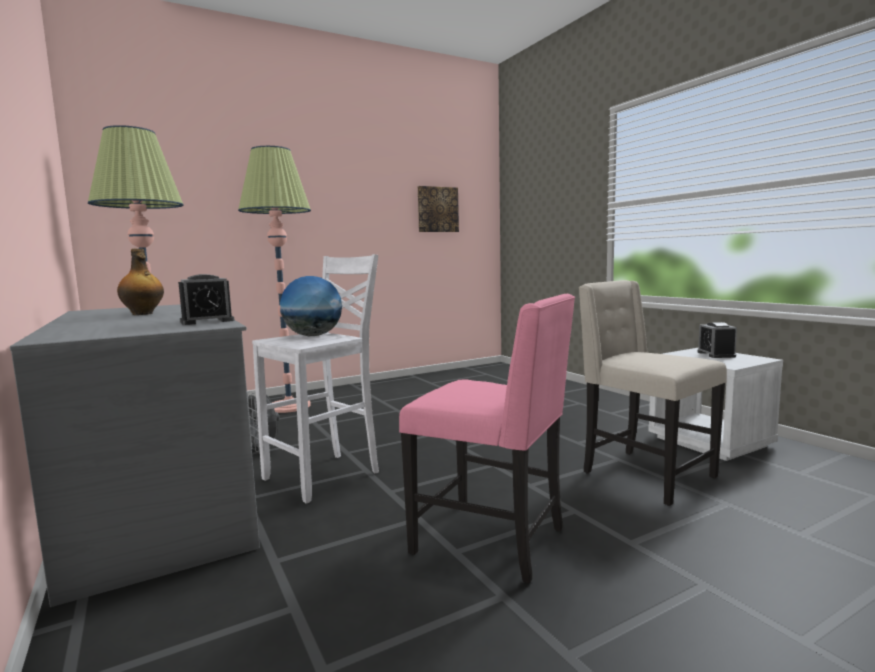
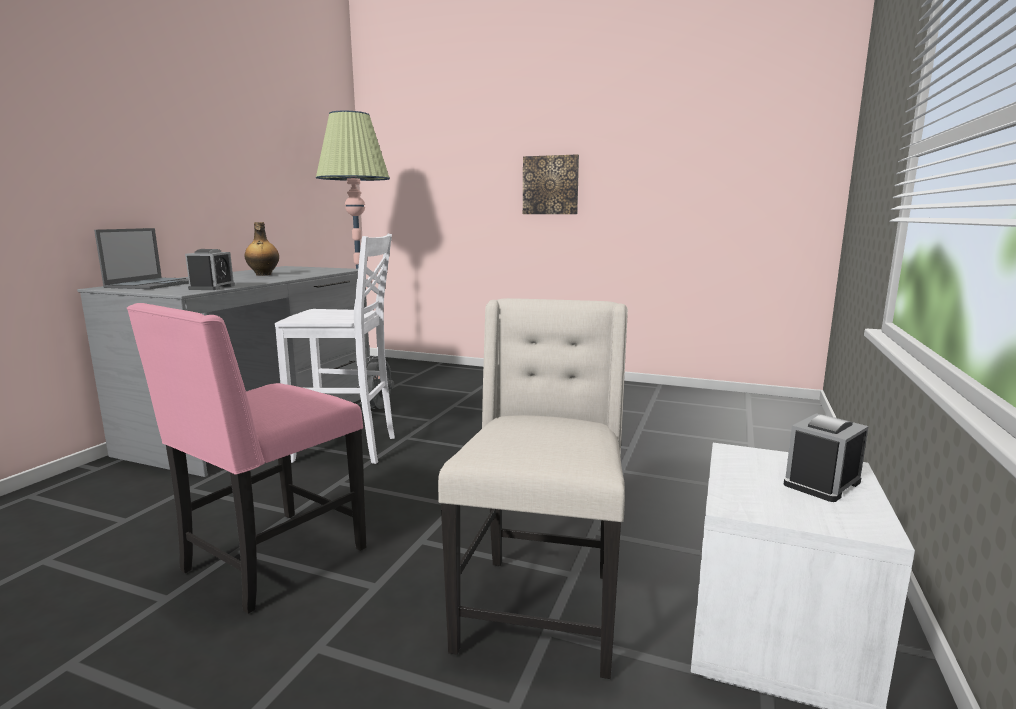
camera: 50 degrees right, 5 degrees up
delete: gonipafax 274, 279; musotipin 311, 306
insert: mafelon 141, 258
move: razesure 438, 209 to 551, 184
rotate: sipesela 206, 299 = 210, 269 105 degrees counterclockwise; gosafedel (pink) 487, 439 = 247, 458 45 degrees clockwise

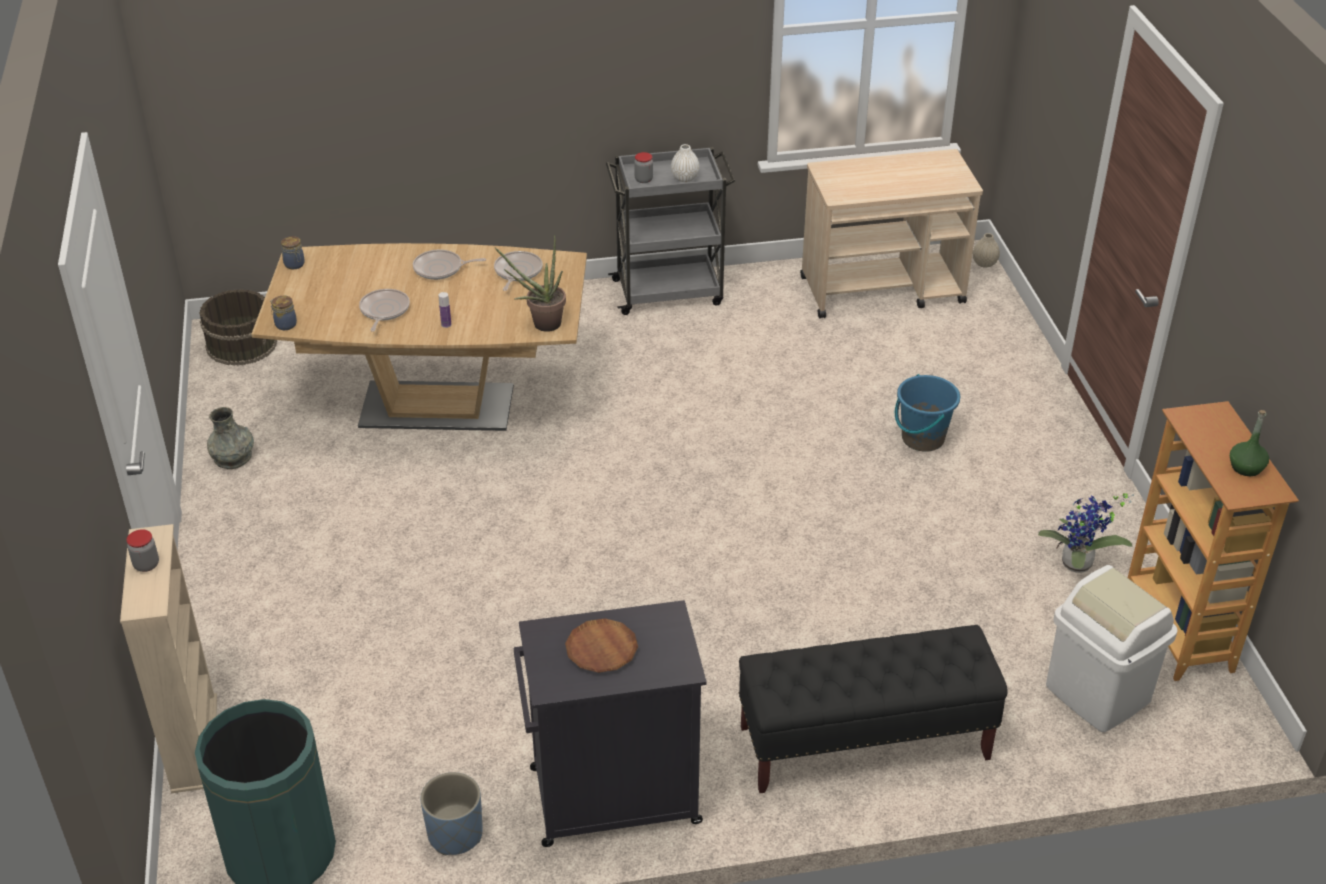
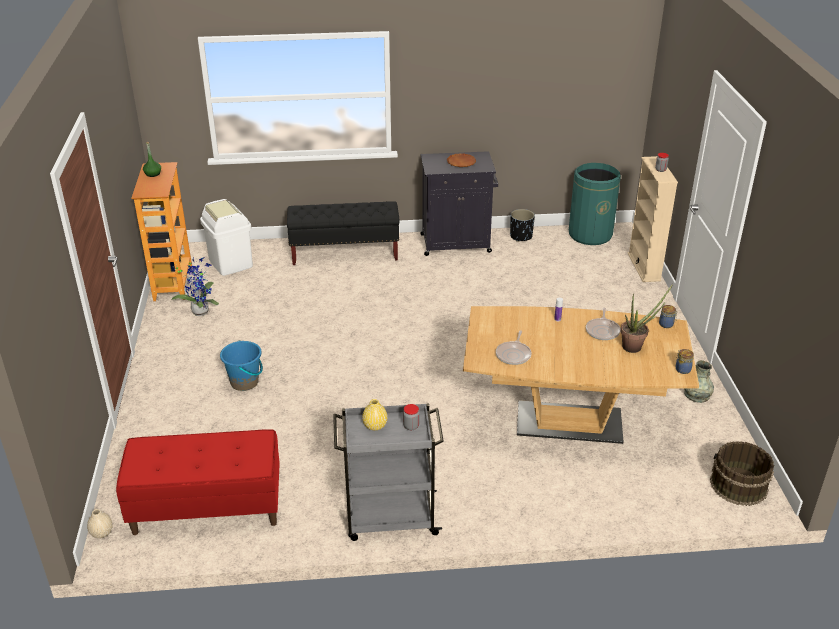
camera: 175 degrees left, 5 degrees down
delete: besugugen 449, 265
move: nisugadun 530, 283 to 646, 318
replace: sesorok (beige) 891, 234 to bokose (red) 198, 482
recolor: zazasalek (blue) 451, 813 to zazasalek (black) 522, 225; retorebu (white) 685, 163 to retorebu (yellow) 375, 415

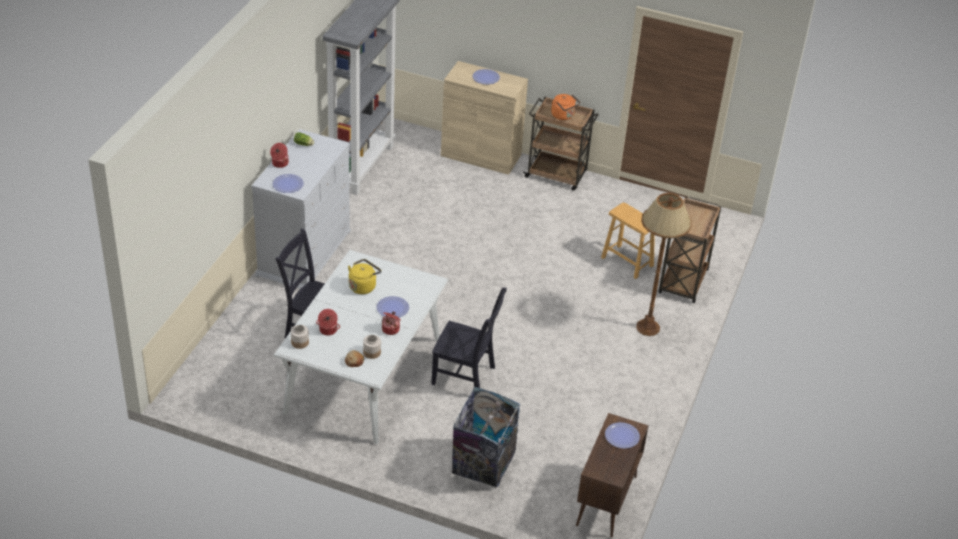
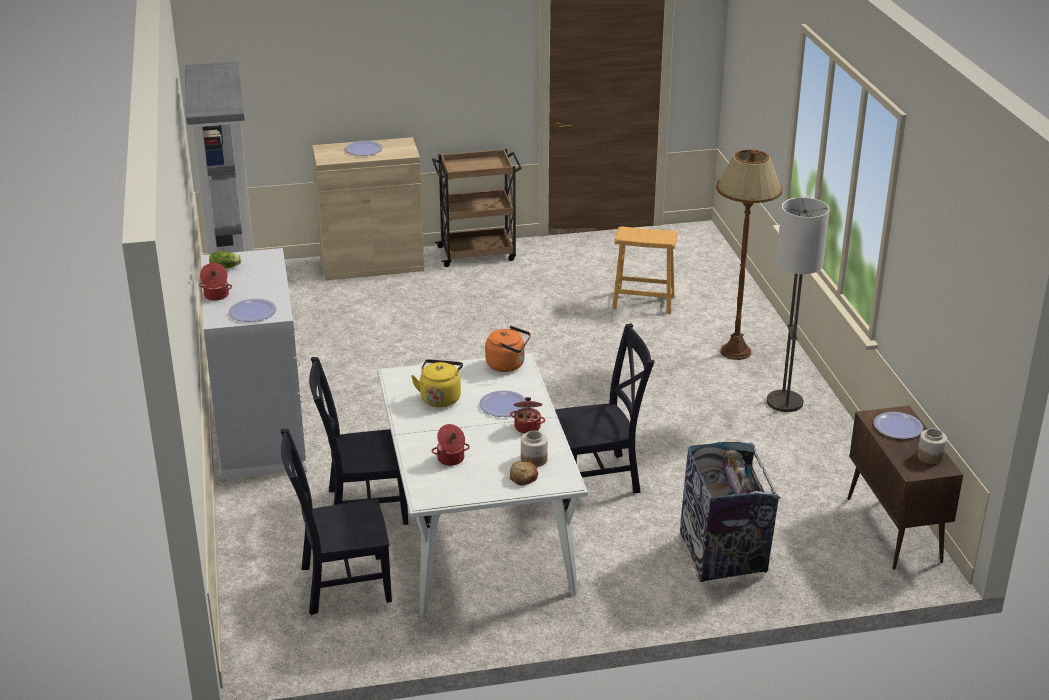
camera: 30 degrees left, 10 degrees down
delete: sesorok (brown) 690, 249
insert: gosafedel (black) 336, 522; gonipafax 798, 304
move: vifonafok 300, 337 to 932, 446; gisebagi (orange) 565, 107 to 508, 349

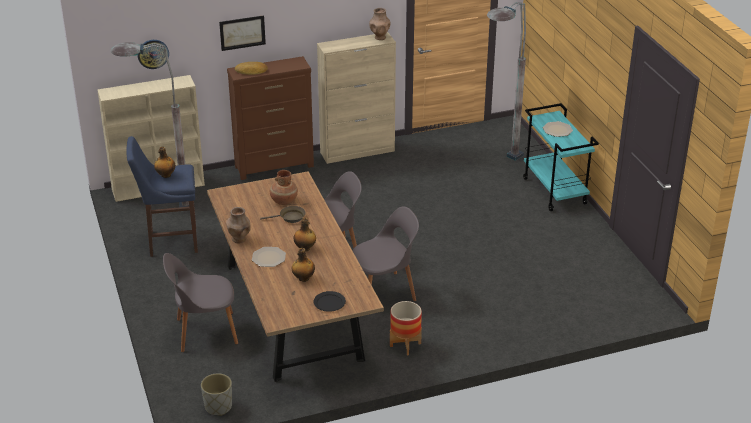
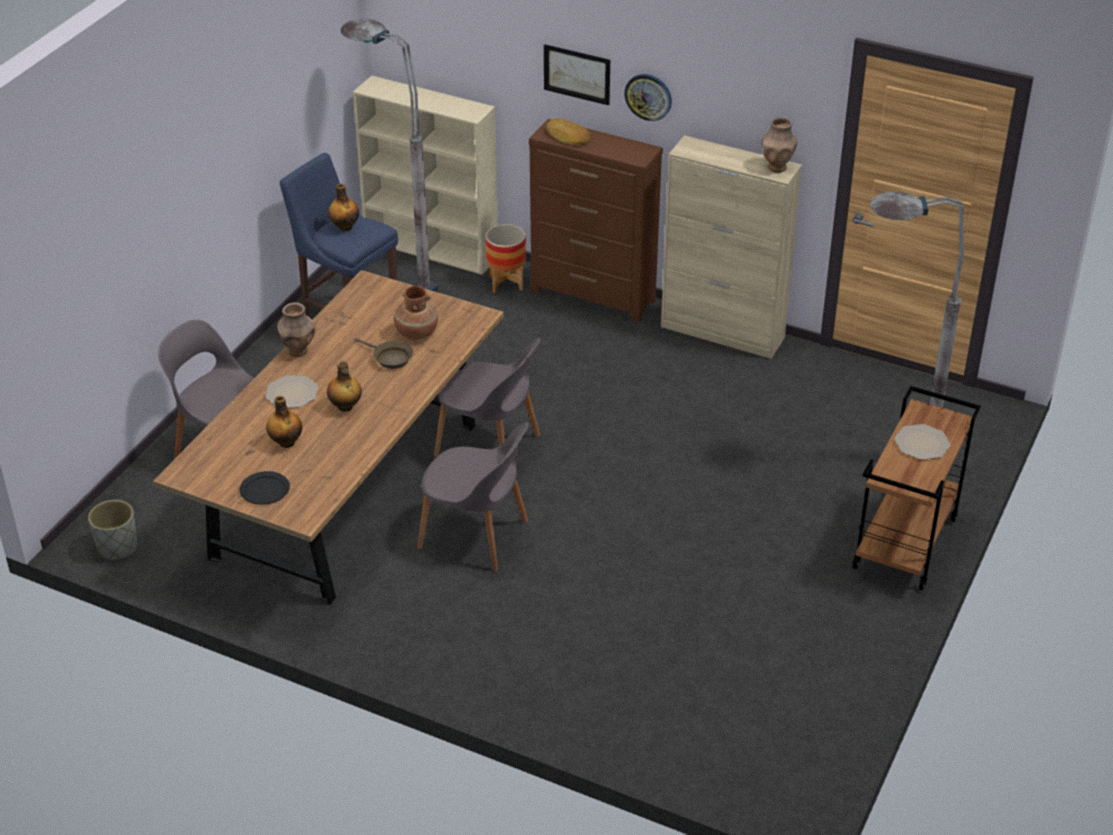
camera: 45 degrees right, 5 degrees up
move: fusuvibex 153, 54 to 648, 97; zazasalek 406, 328 to 505, 258
recolor: sesorok (turquoise) 561, 157 to sesorok (brown) 916, 488

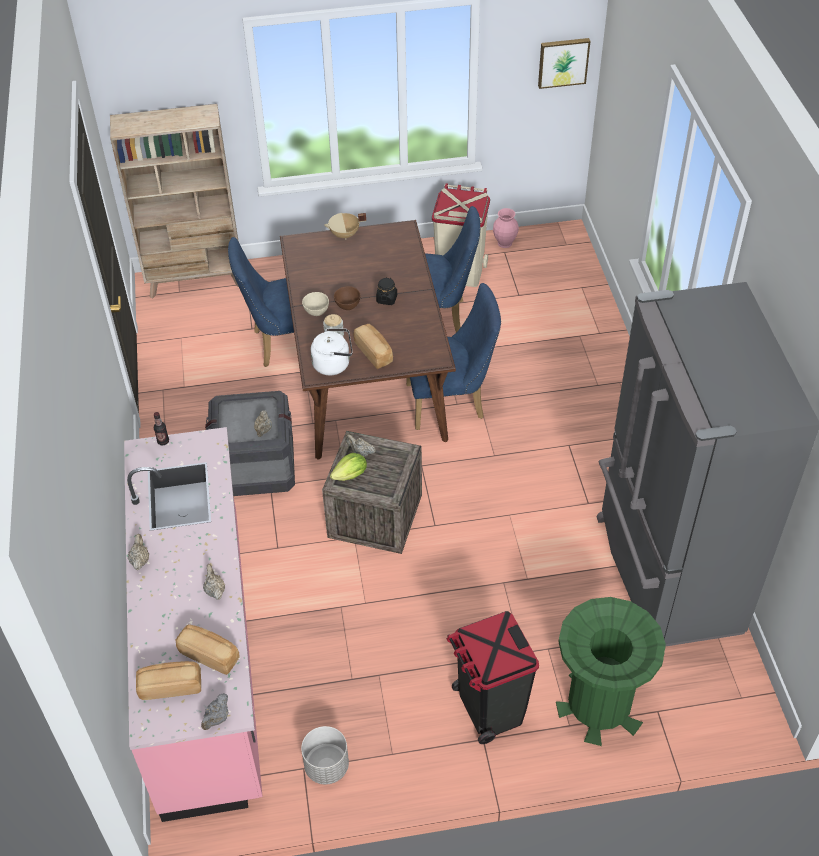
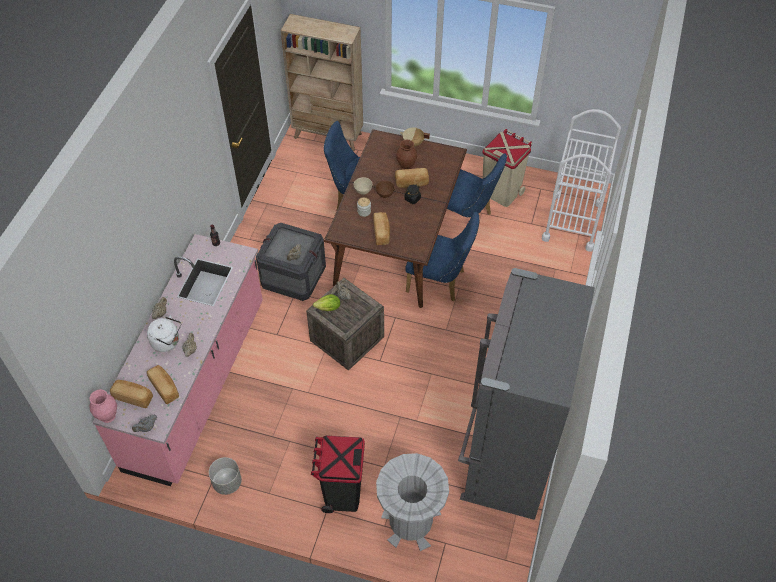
camera: 25 degrees right, 5 degrees up
delete: razesure 564, 63
insert: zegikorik 412, 178; retorebu (brown) 406, 155; sesorok (white) 581, 180
move: gisebagi (white) 332, 351 to 164, 333; retorebu (pink) 506, 228 to 103, 406
recolor: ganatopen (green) 611, 671 to ganatopen (grey) 412, 502

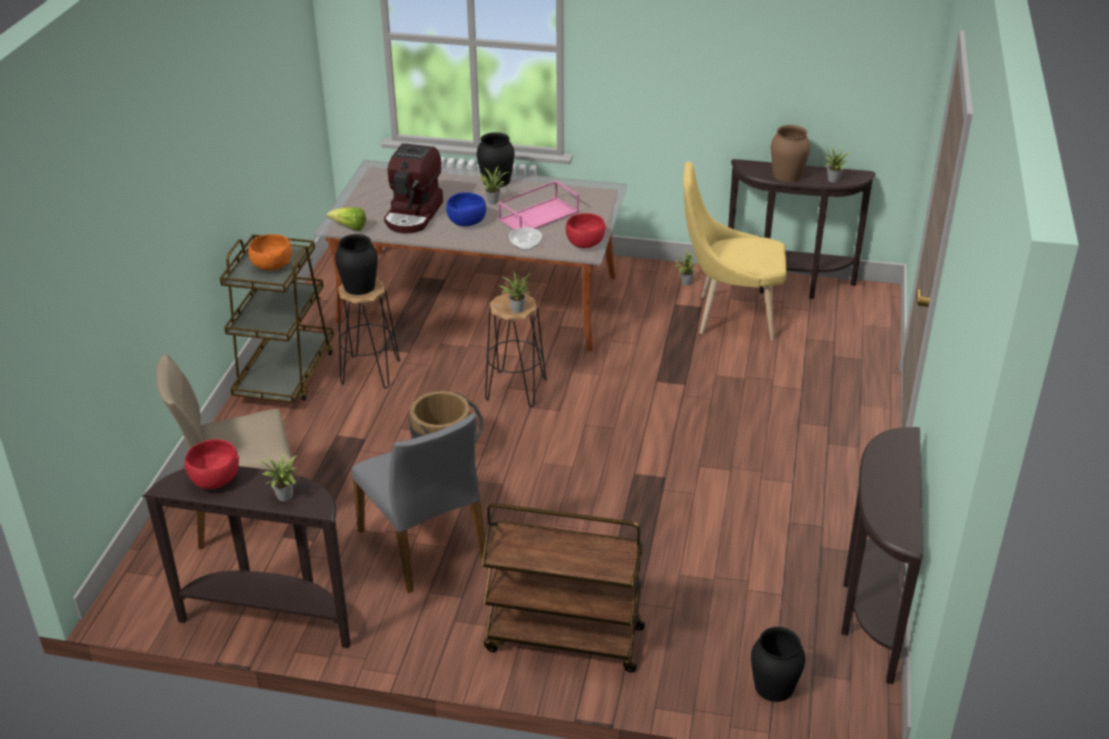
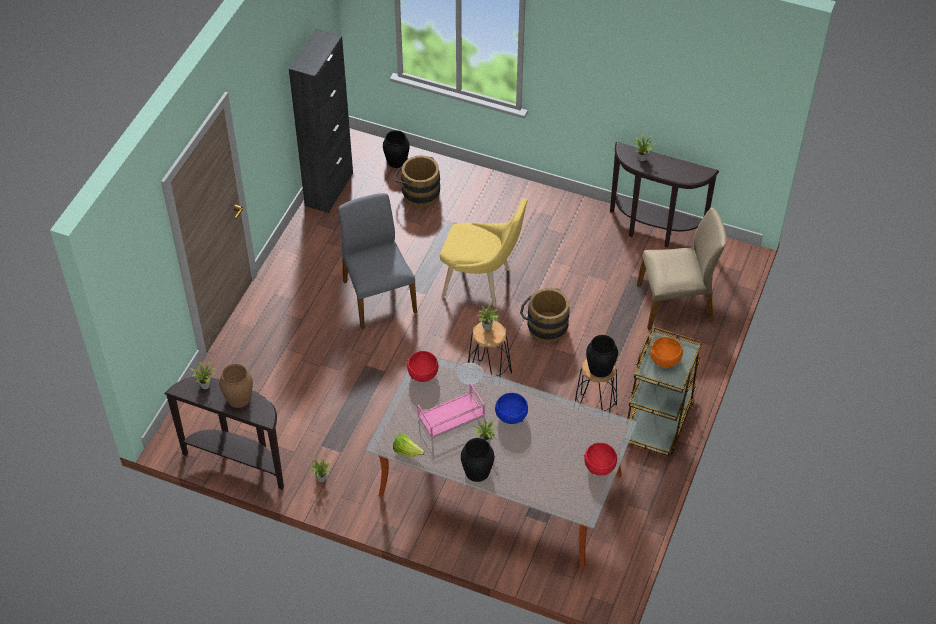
camera: 170 degrees left, 15 degrees up
delete: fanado 413, 188; sesorok (brown) 563, 588
insert: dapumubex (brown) 417, 181
move: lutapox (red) 212, 464 to 600, 459; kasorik 346, 219 to 409, 445; gosafedel (grey) 419, 503 to 377, 261; gosafedel (yellow) 735, 251 to 483, 252
replace: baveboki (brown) 882, 555 to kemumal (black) 321, 121

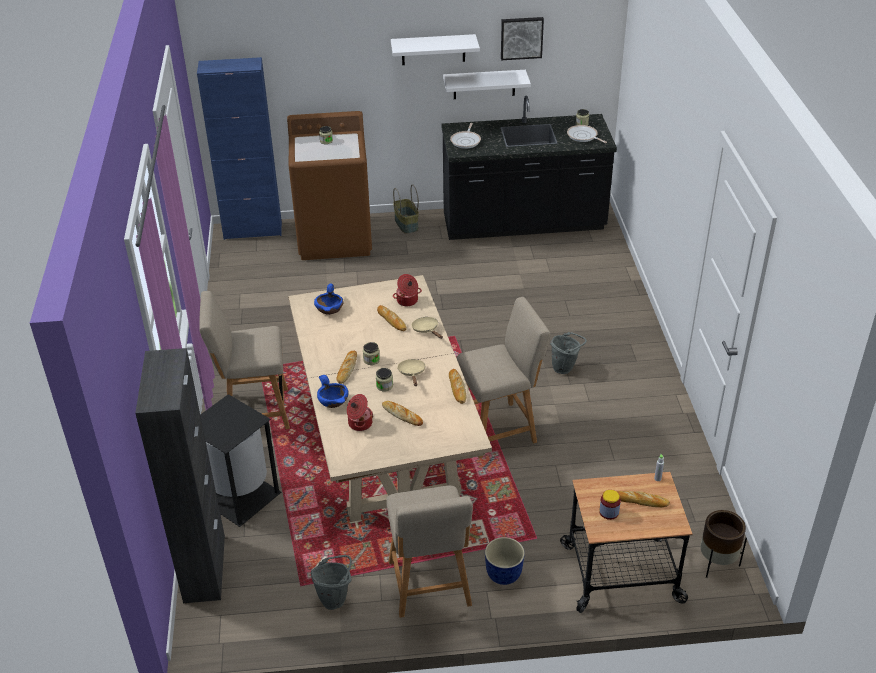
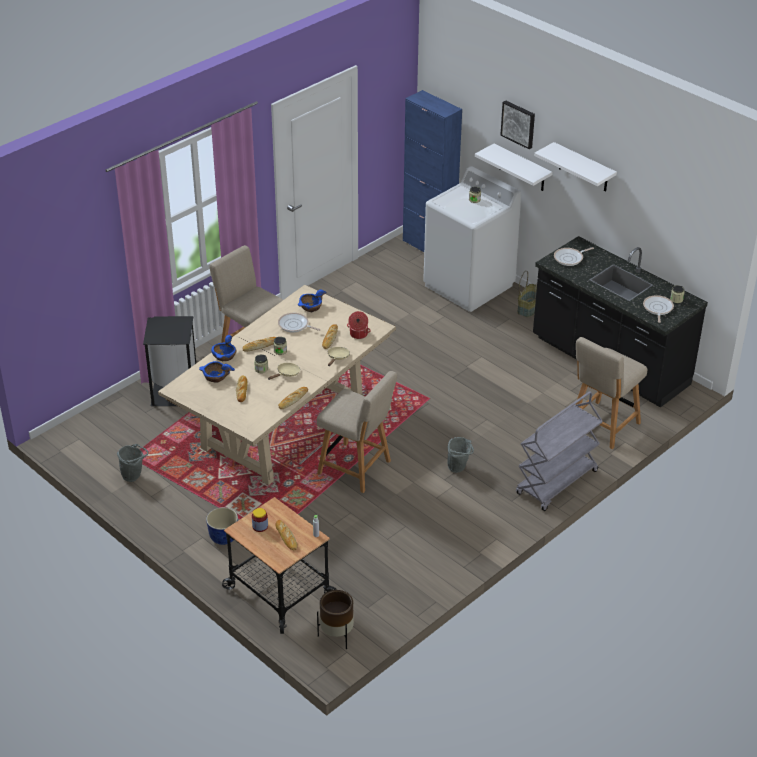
camera: 50 degrees right, 0 degrees up
delete: kemumal (black) 180, 475
insert: besugugen 299, 322; sesorok (grey) 559, 451
move: gosafedel (beige) 429, 552 to 611, 393; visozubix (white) 487, 84 to 514, 167; razesure 522, 38 to 517, 124
replace: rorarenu 360, 412 to lutapox (blue) 217, 372
recolor: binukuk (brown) 329, 185 to binukuk (white) 472, 239

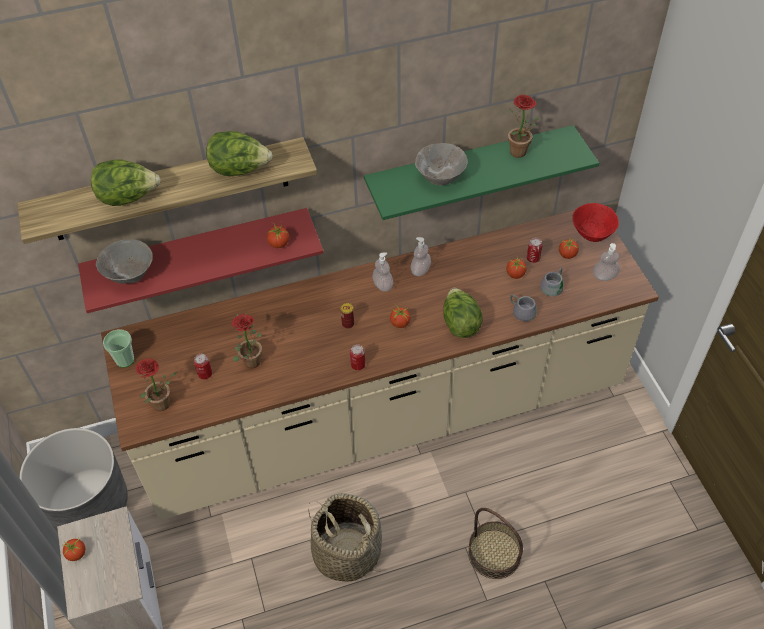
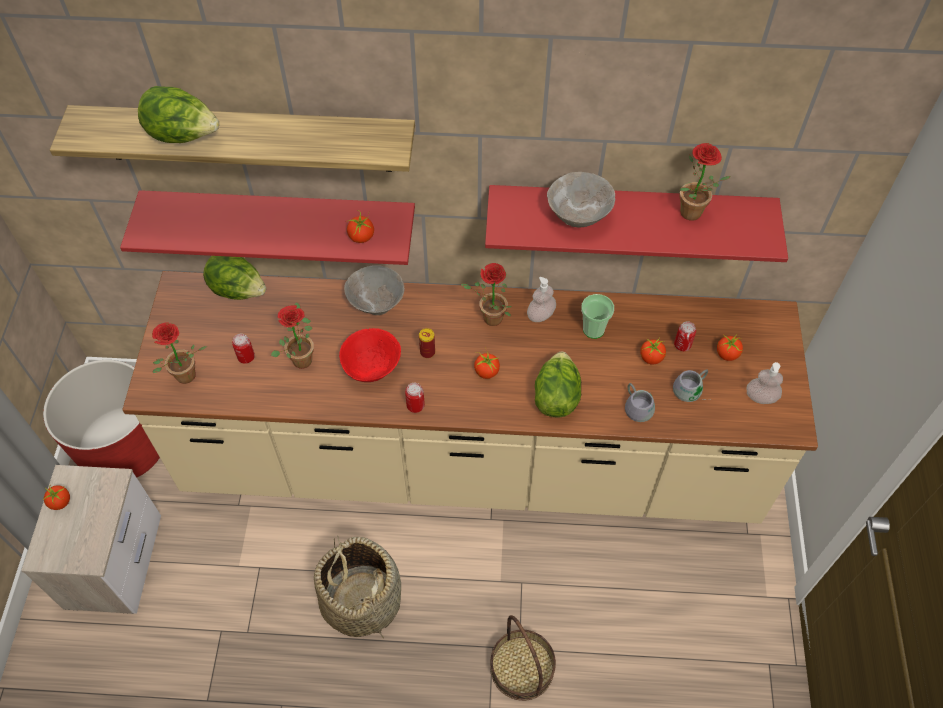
camera: 20 degrees right, 5 degrees up
move: lutapox (grey) 124, 261 to 374, 290; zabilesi 118, 348 to 597, 316; kasorik 239, 153 to 234, 278; lutapox (red) 595, 222 to 370, 355
replace: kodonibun 382, 272 to nisugadun 486, 294
recolor: zazasalek (grey) 73, 480 to zazasalek (red) 101, 418; visozubix (green) 481, 172 to visozubix (red) 636, 223

